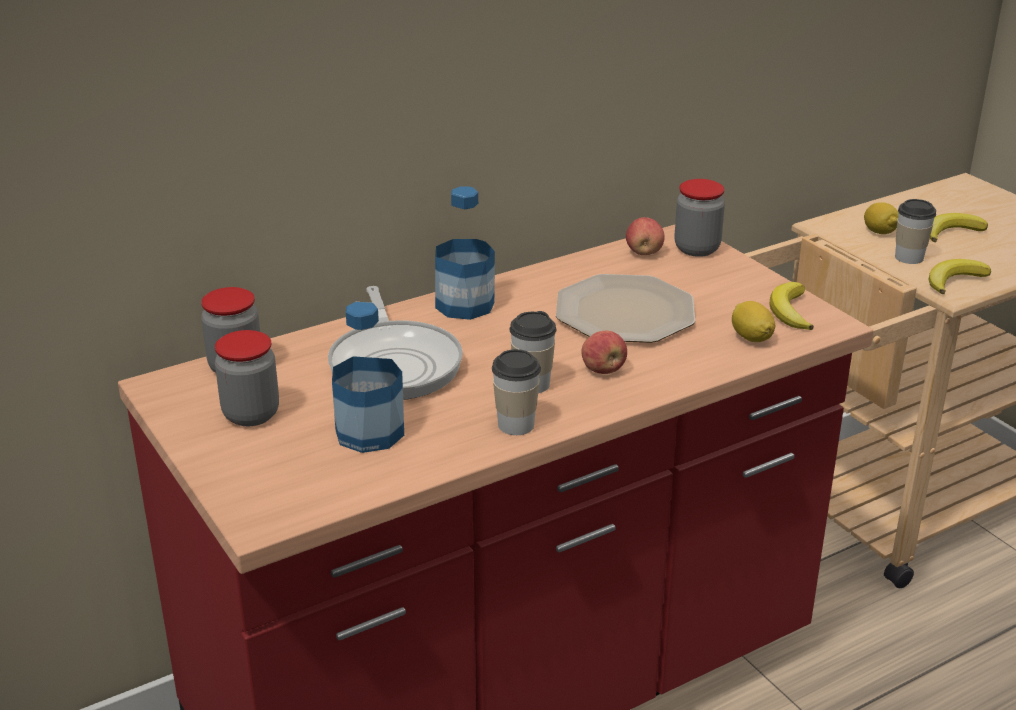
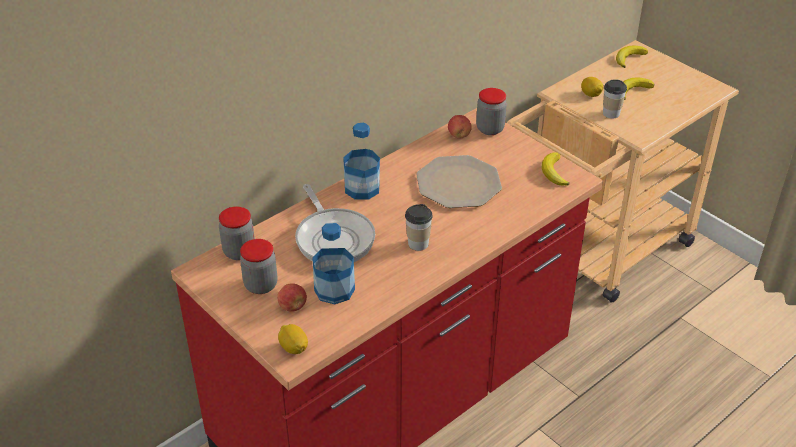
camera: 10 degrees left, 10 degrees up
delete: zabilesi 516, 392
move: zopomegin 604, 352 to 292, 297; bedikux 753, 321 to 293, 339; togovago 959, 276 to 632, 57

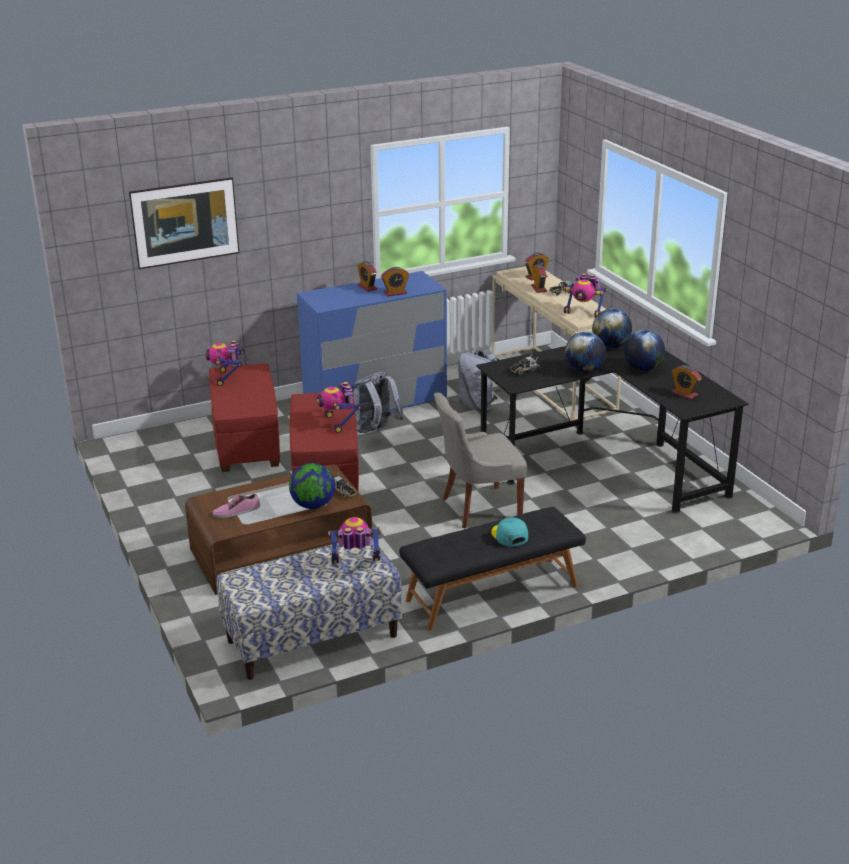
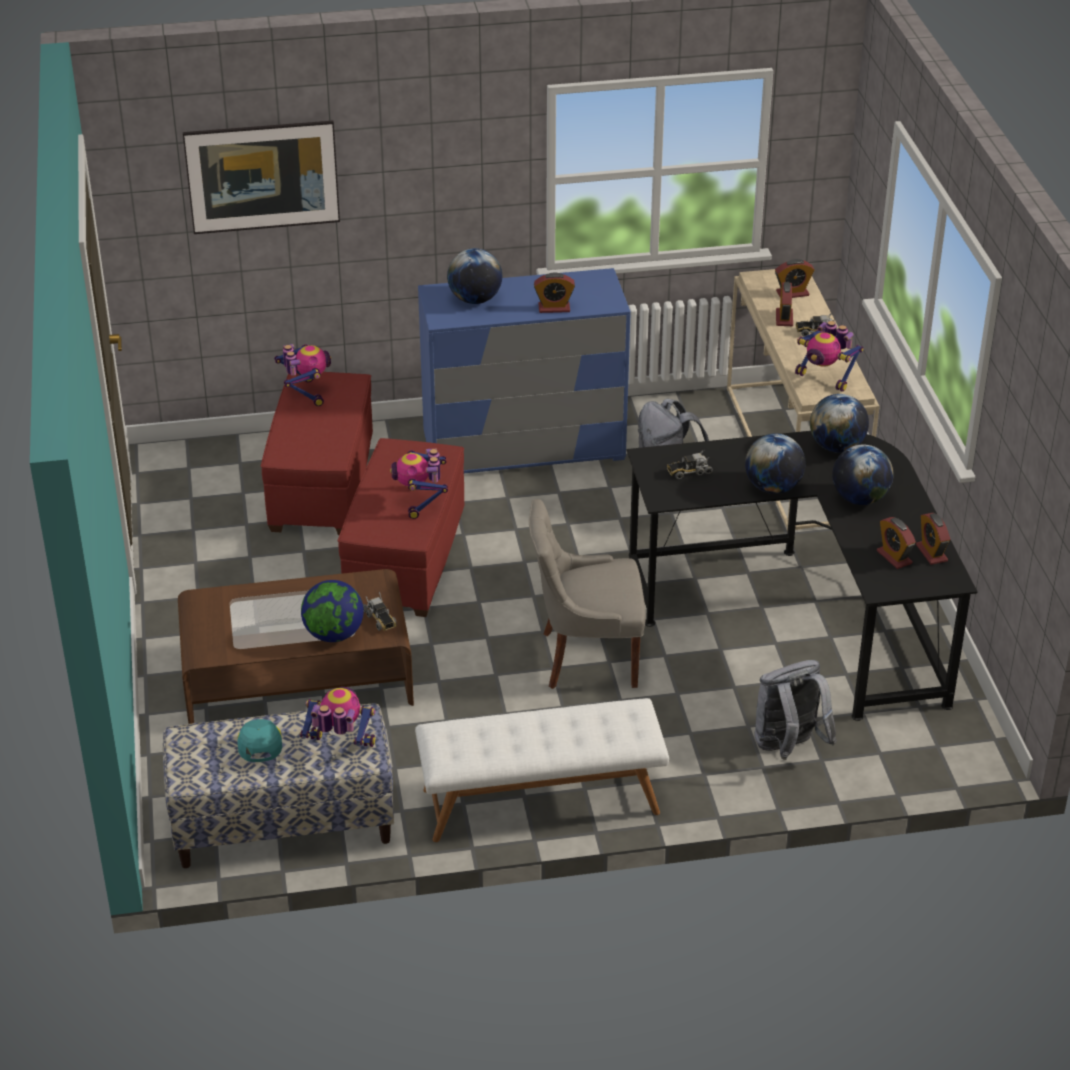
camera: 15 degrees right, 10 degrees up
delete: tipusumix 236, 506
insert: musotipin 474, 276
move: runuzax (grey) 378, 402 to 796, 710; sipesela 367, 276 to 933, 539; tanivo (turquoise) 509, 532 to 259, 740
recolor: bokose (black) 492, 568 to bokose (white) 542, 770
rotate: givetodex 224, 363 = 302, 375 150 degrees clockwise

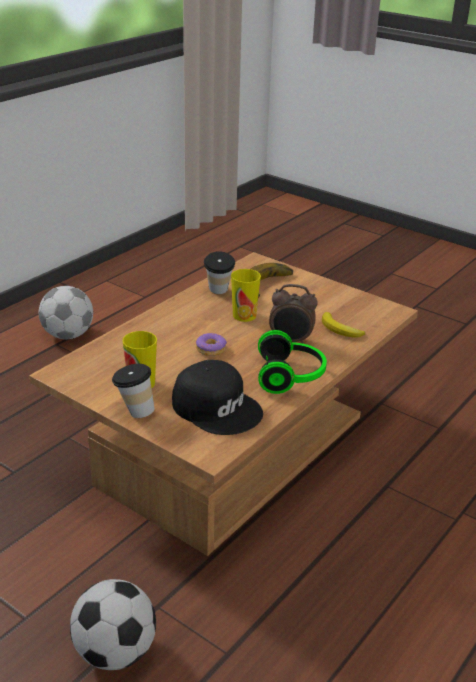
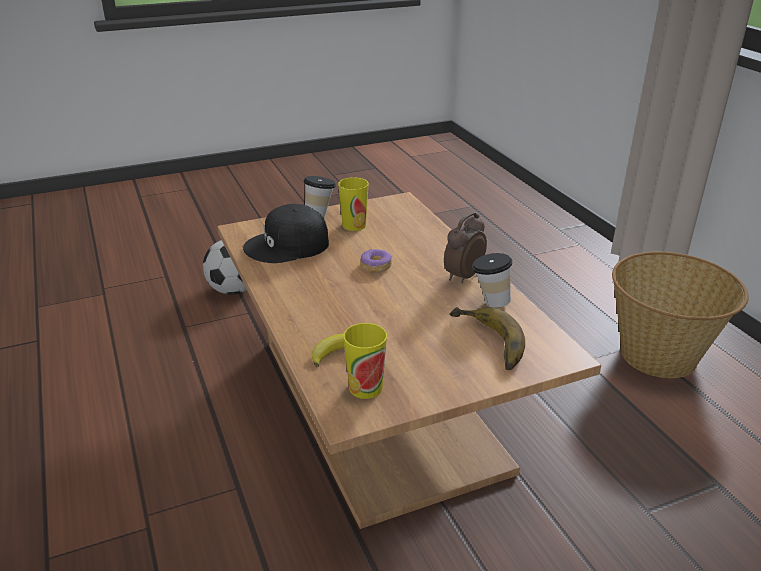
camera: 120 degrees right, 0 degrees up
delete: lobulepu 292, 362
move: zabilesi 246, 295 to 365, 361; sipesela 293, 314 to 465, 247
replace: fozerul 66, 312 to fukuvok 680, 315

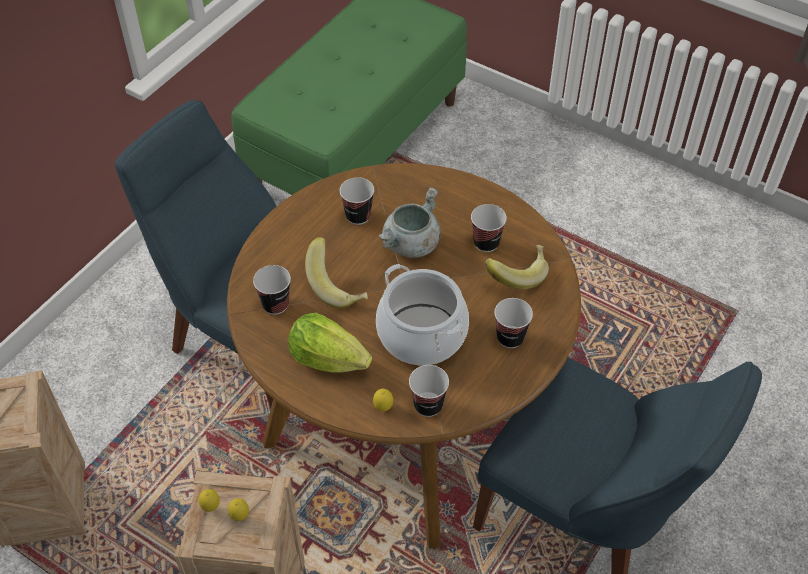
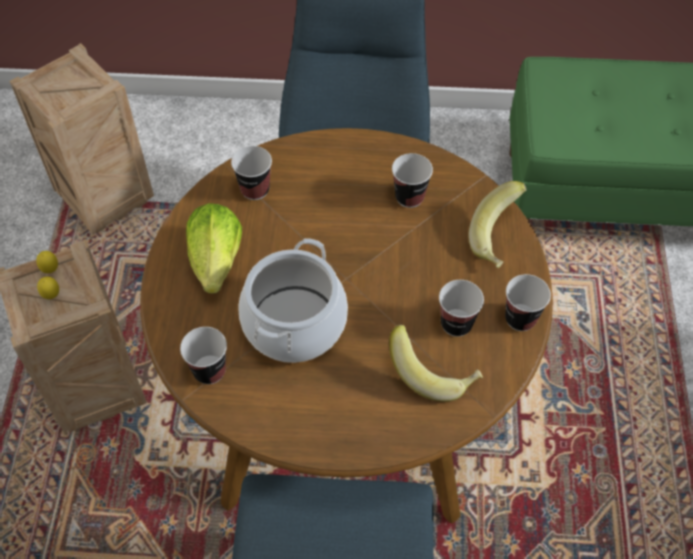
camera: 60 degrees right, 5 degrees up
delete: bedikux 383, 400; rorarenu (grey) 409, 222
move: togovago 336, 272 to 497, 224; zabilesi 514, 323 to 528, 302

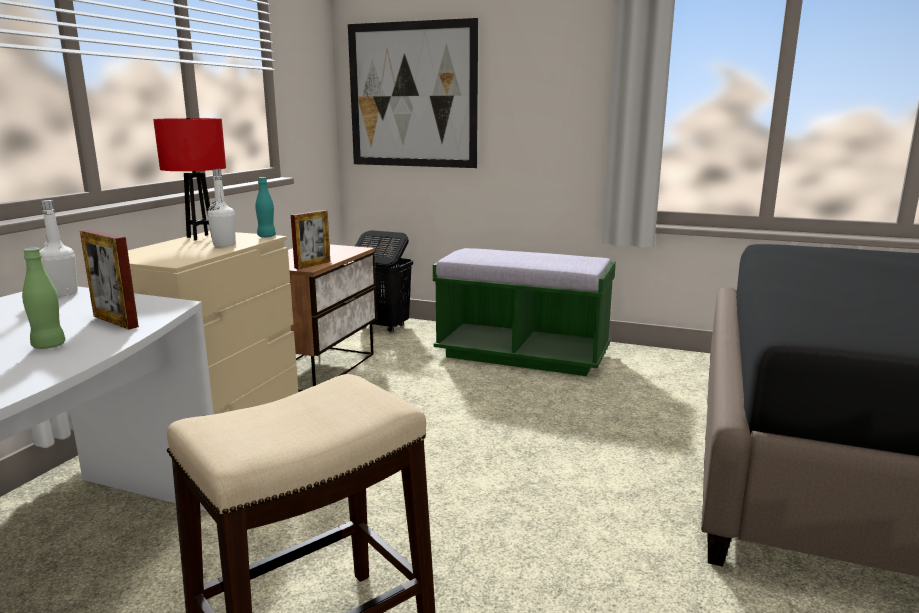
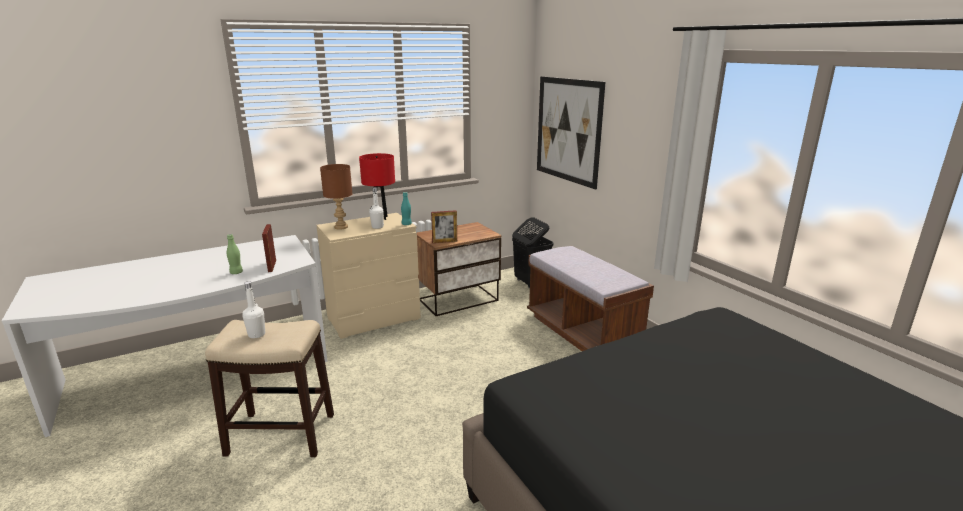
camera: 40 degrees right, 5 degrees up
insert: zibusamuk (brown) 336, 197
move: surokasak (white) 59, 248 to 253, 309
recolor: bokose (green) 524, 312 to bokose (brown) 590, 298

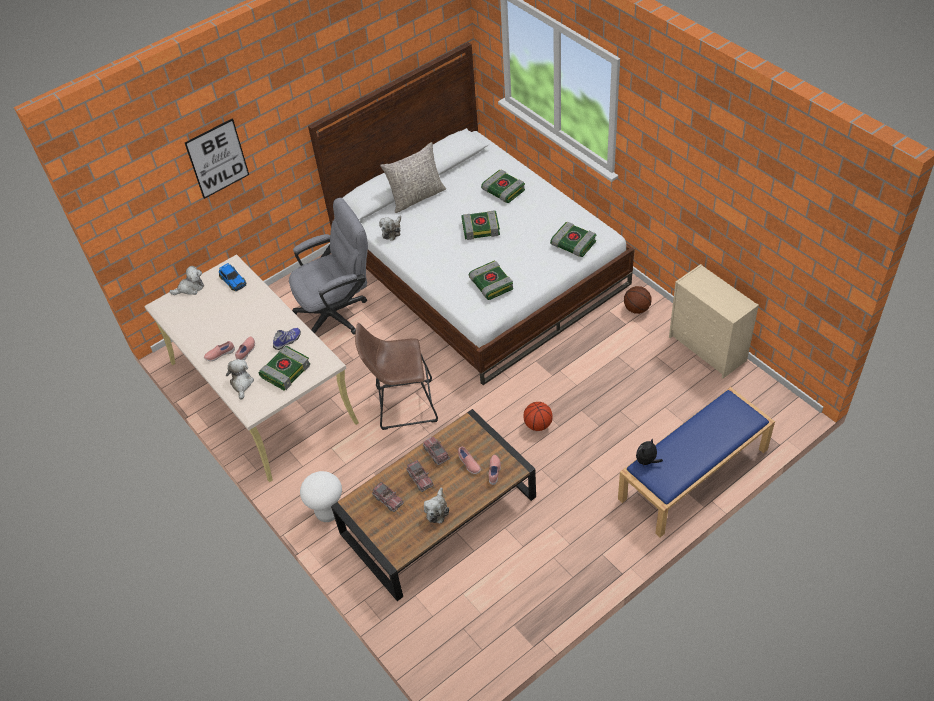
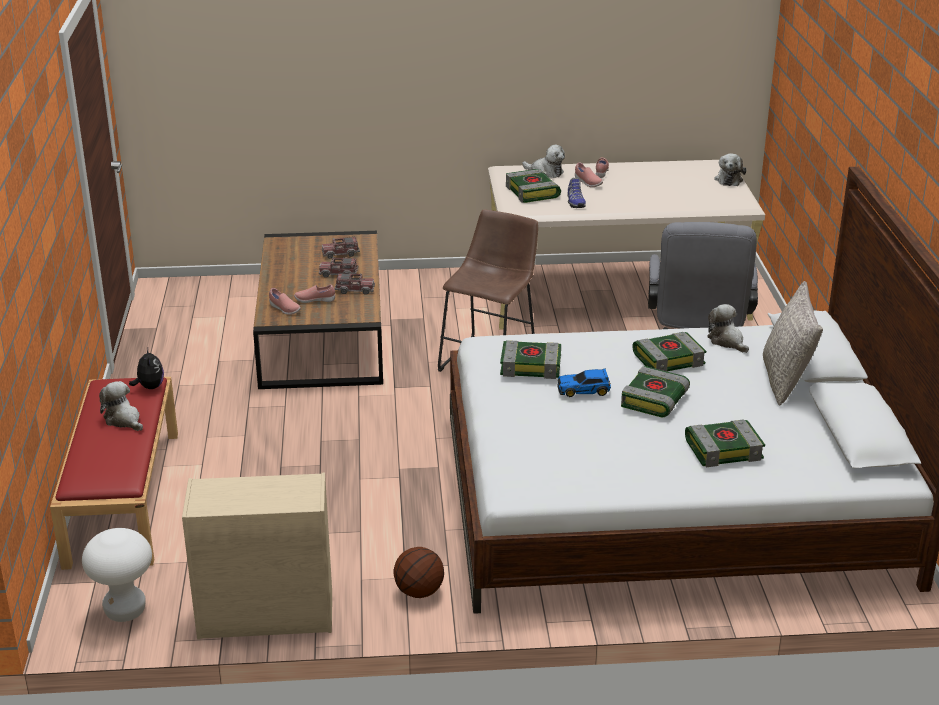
camera: 120 degrees right, 20 degrees down
delete: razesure 217, 159; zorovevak 538, 416
move: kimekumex 232, 277 to 584, 382; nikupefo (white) 321, 496 to 117, 575; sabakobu 436, 505 to 121, 406; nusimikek 573, 239 to 669, 351
recolor: bokose (blue) 696, 462 to bokose (red) 114, 473

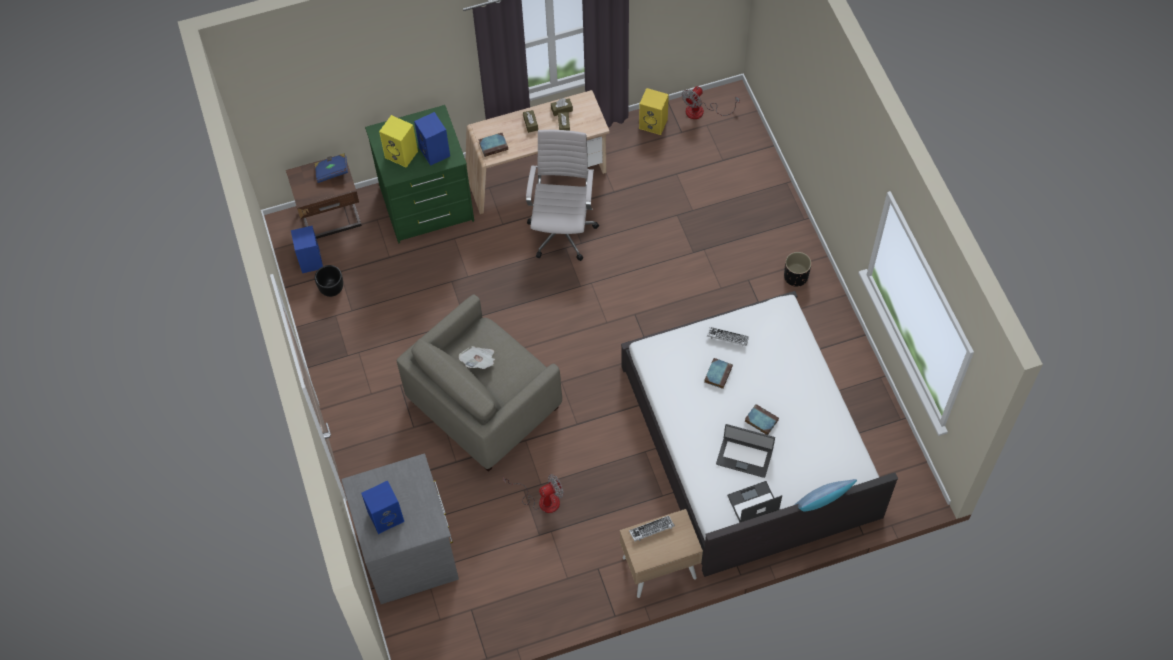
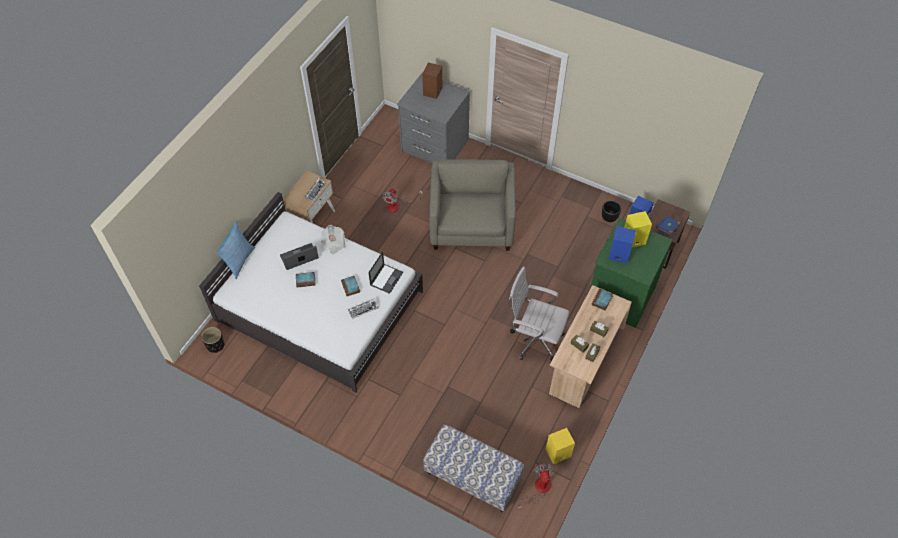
camera: 135 degrees right, 5 degrees down
insert: bokose 473, 468
move: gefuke 477, 357 to 333, 239; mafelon 754, 501 to 385, 272; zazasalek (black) 798, 269 to 213, 340
recolor: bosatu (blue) 382, 507 to bosatu (brown) 432, 80
rotate: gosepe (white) 562, 195 = 539, 314 150 degrees clockwise

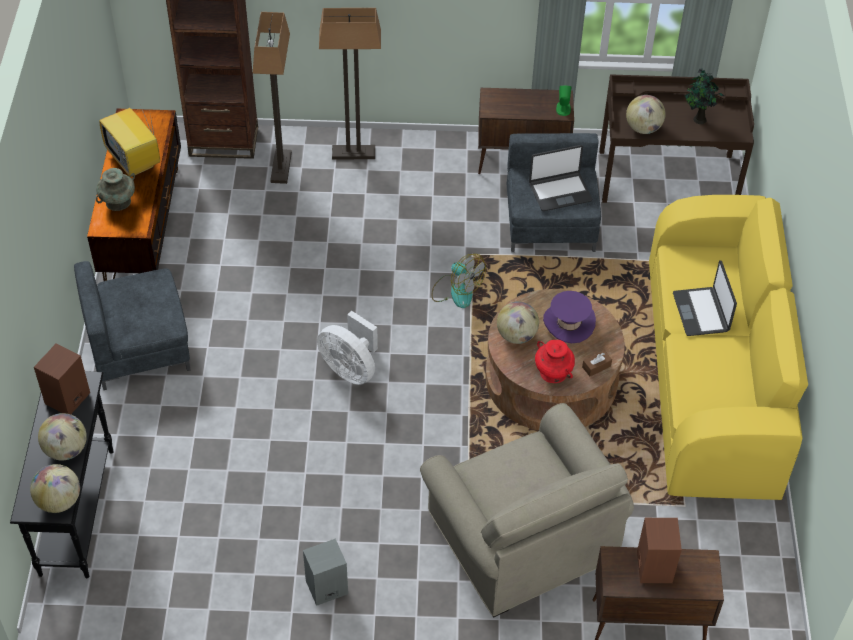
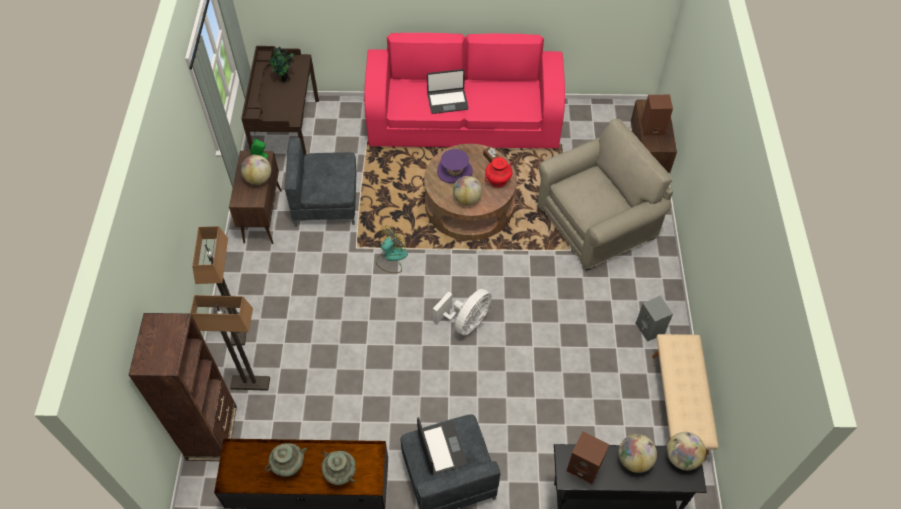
camera: 90 degrees left, 5 degrees up
insert: bokose (beige) 685, 397
move: mafelon 560, 178 to 442, 446; musotipin 645, 114 to 256, 170
replace: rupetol 129, 141 to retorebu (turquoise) 286, 460
recolor: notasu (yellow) 728, 347 to notasu (pink) 464, 90

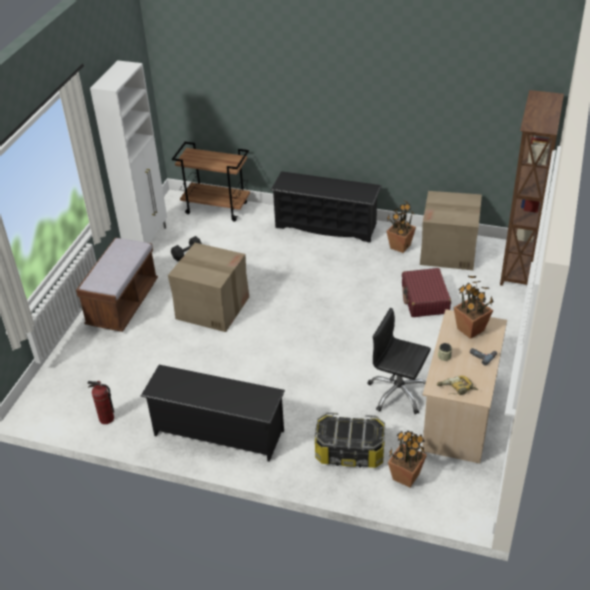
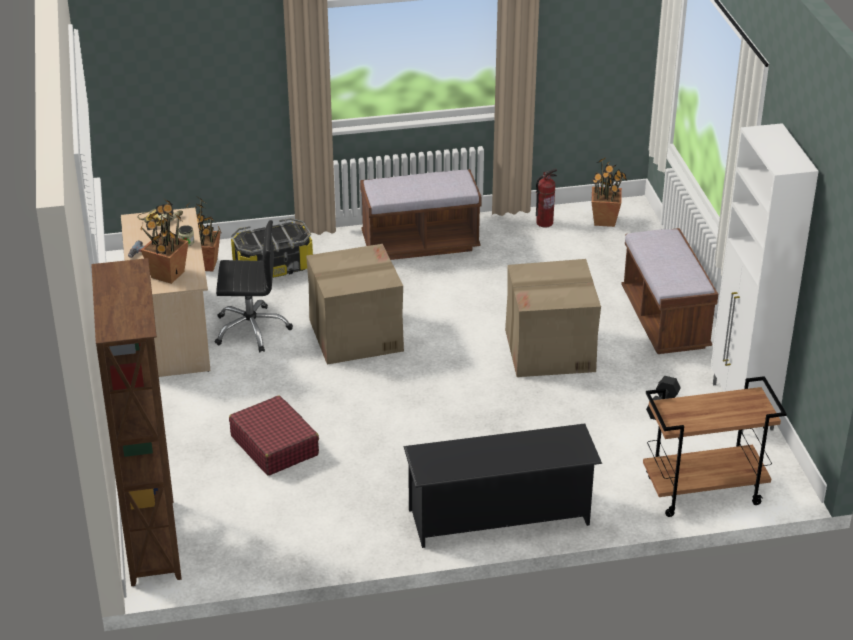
camera: 150 degrees right, 5 degrees down
move: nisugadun 401, 227 to 609, 192; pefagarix 451, 230 to 355, 304
replace: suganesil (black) 213, 413 to bokose (brown) 421, 214

